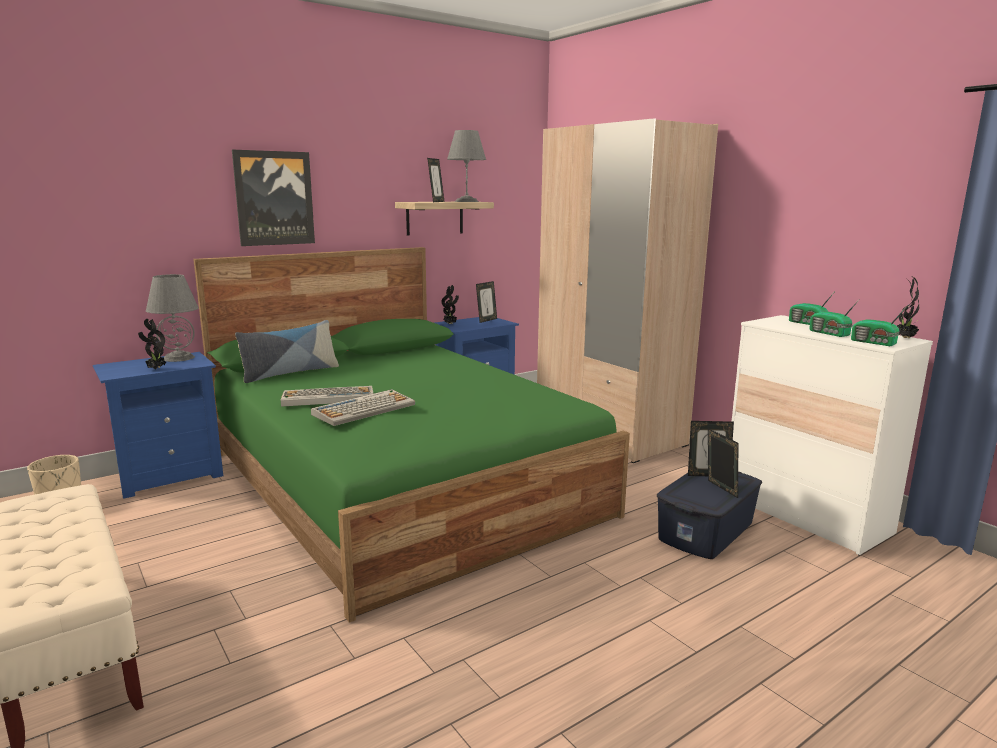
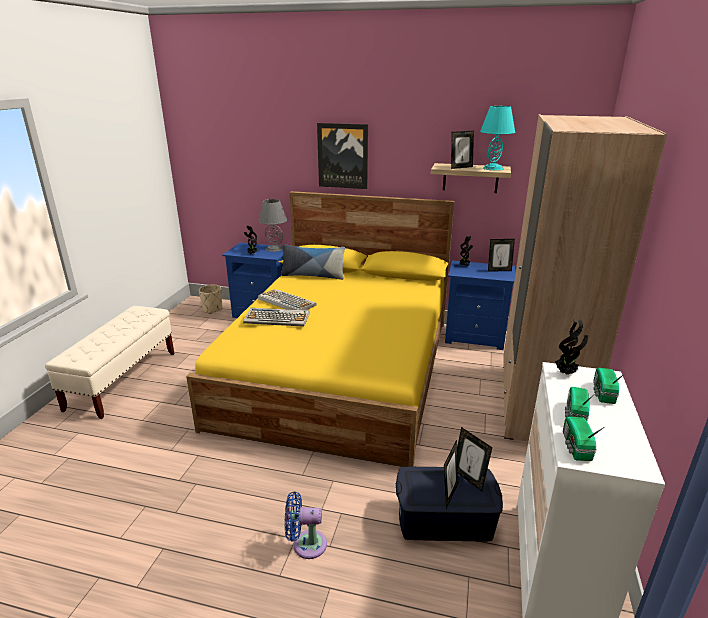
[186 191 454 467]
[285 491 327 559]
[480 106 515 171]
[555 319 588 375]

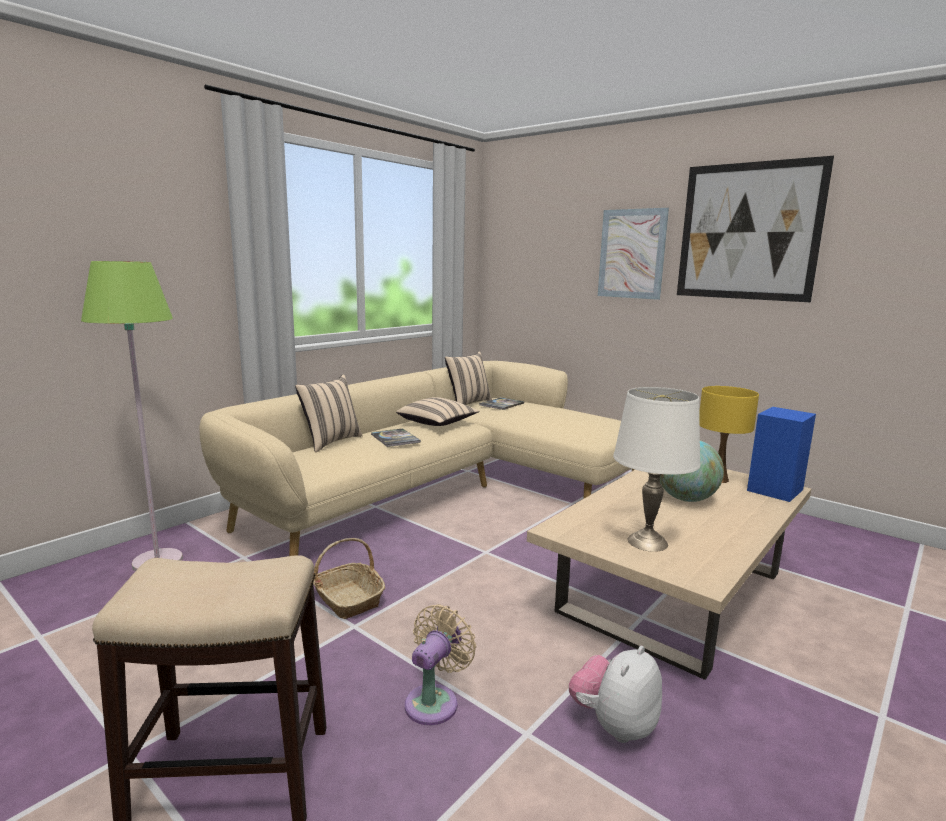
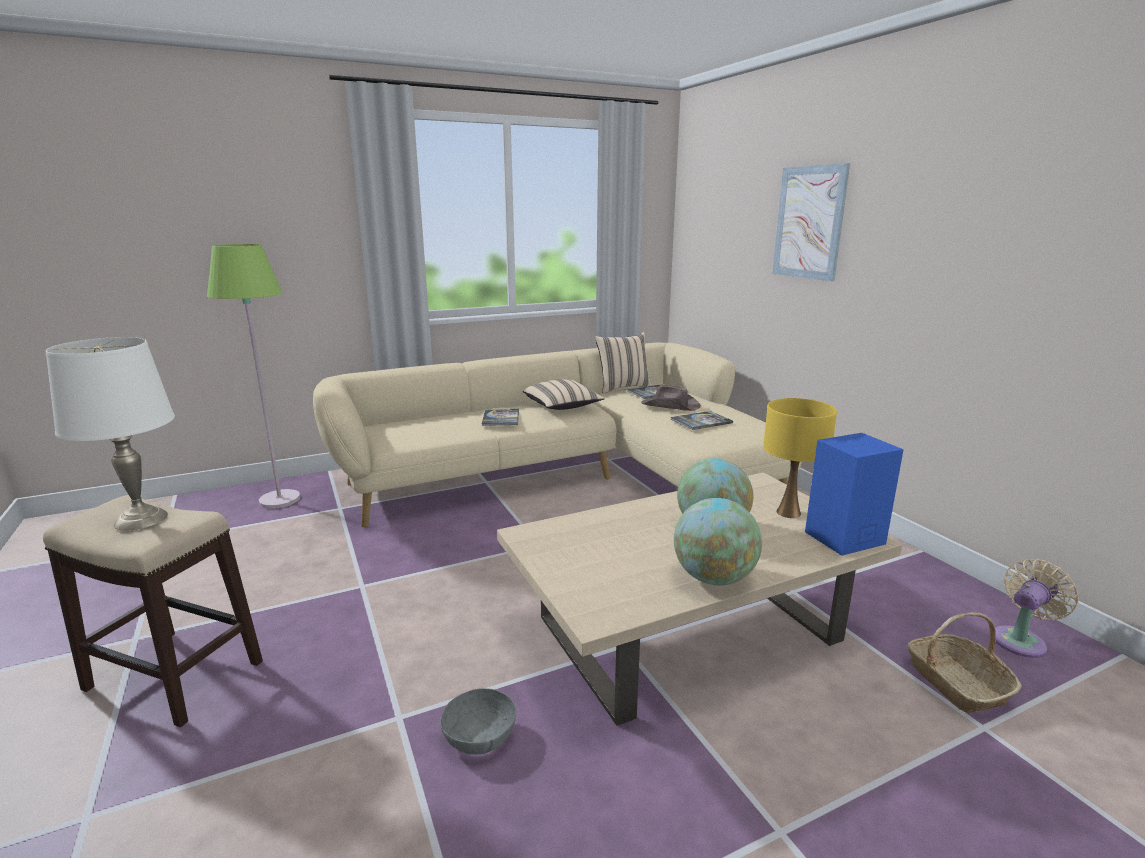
[46 337 175 530]
[440 688 516 755]
[641 385 701 411]
[671 411 733 430]
[674 498 762 585]
[907 612 1022 713]
[995 559 1079 658]
[295 375 363 452] (first image)
[677 156 834 302] (first image)

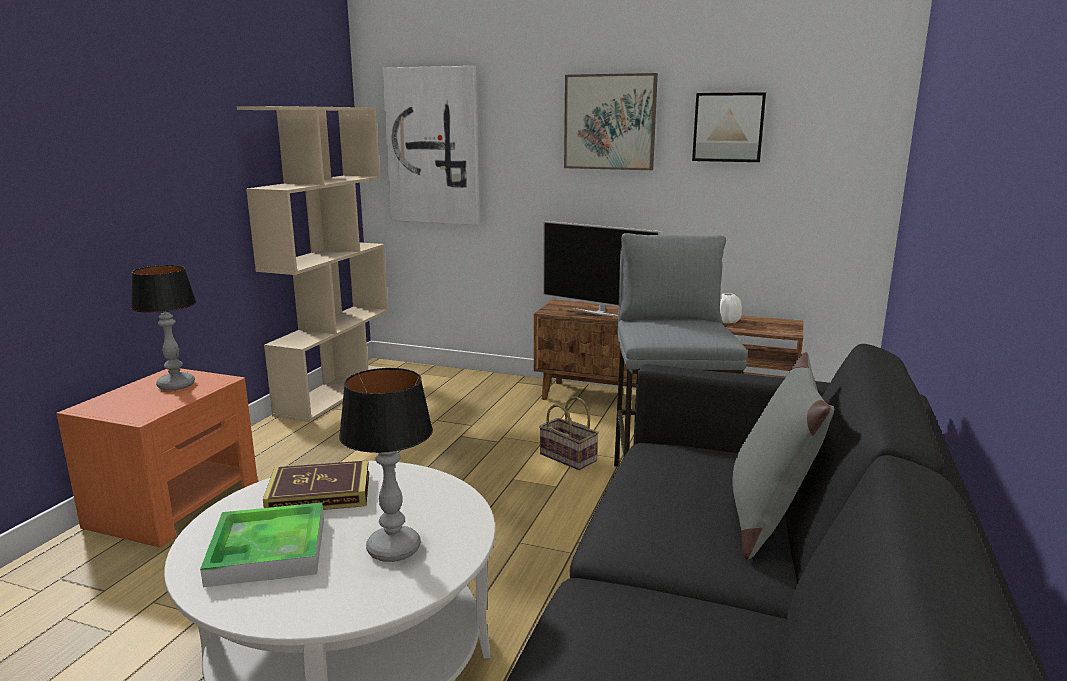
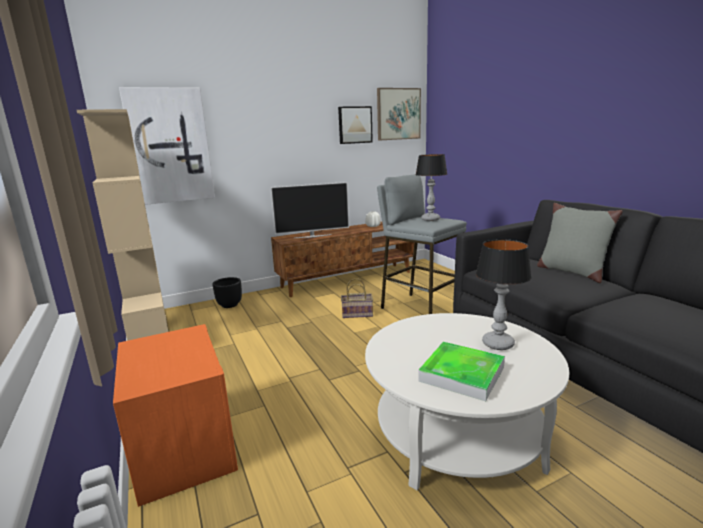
[212 277 242 308]
[377 88 421 140]
[416 154 447 221]
[263 460 369 510] (first image)

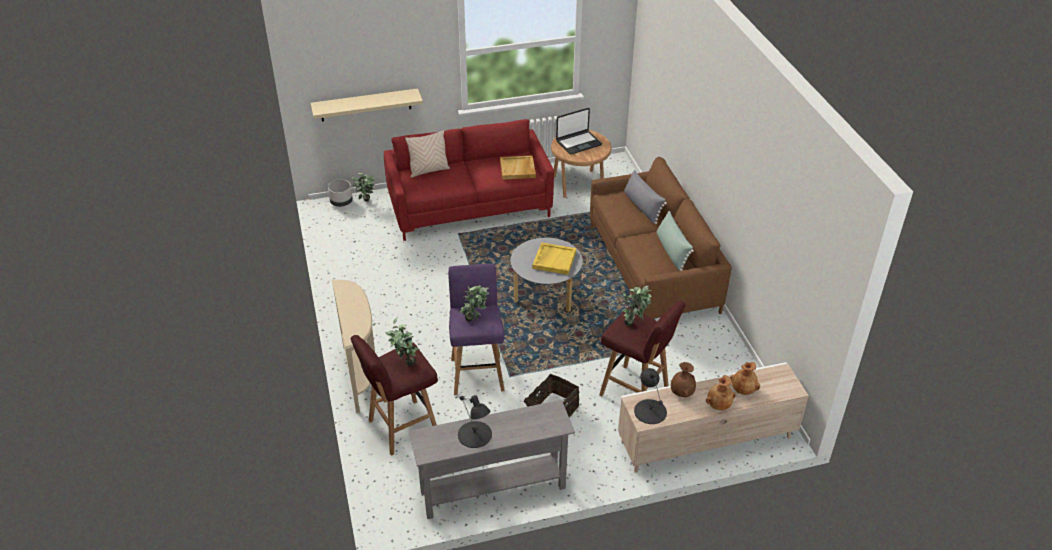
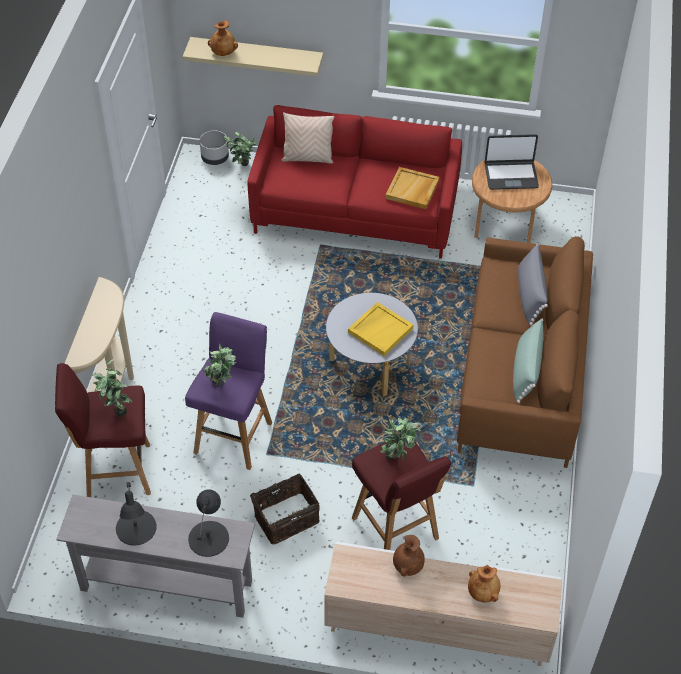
[188 489 229 557]
[208 20 238 56]

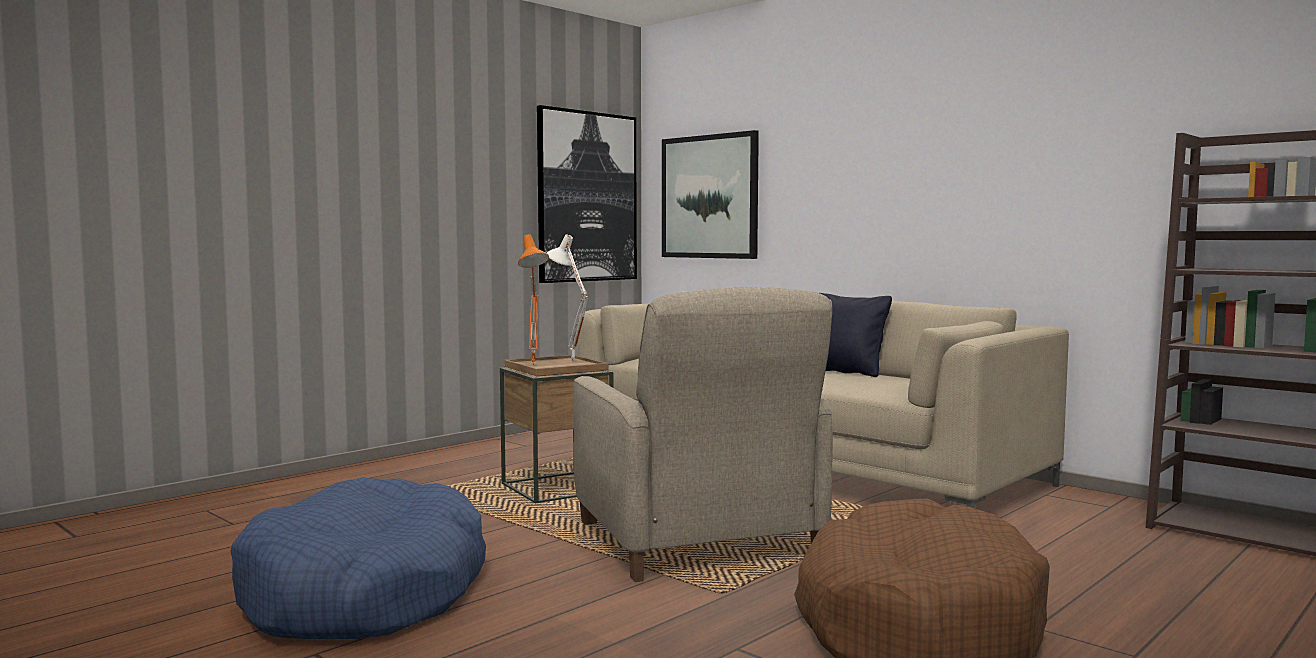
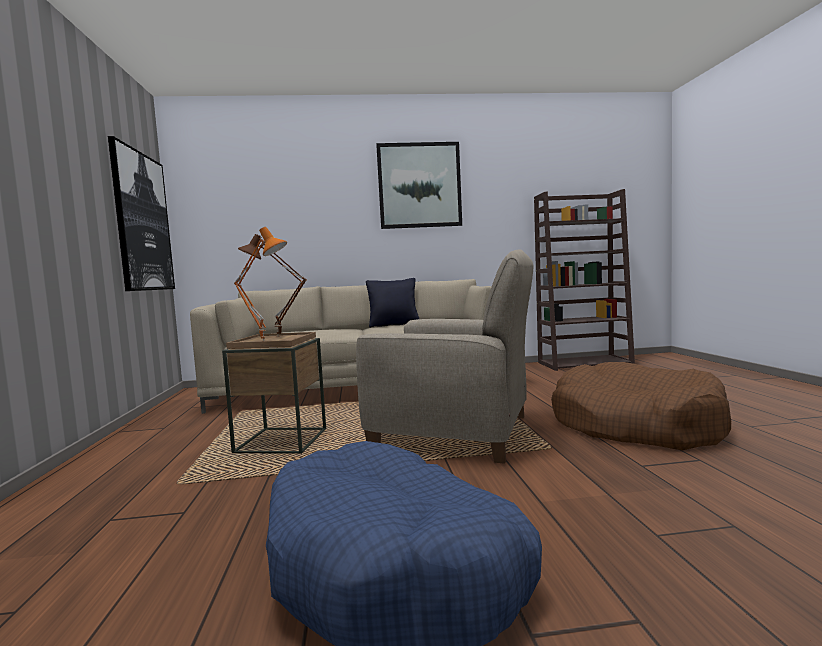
[238 234 307 334]
[376 142 462 229]

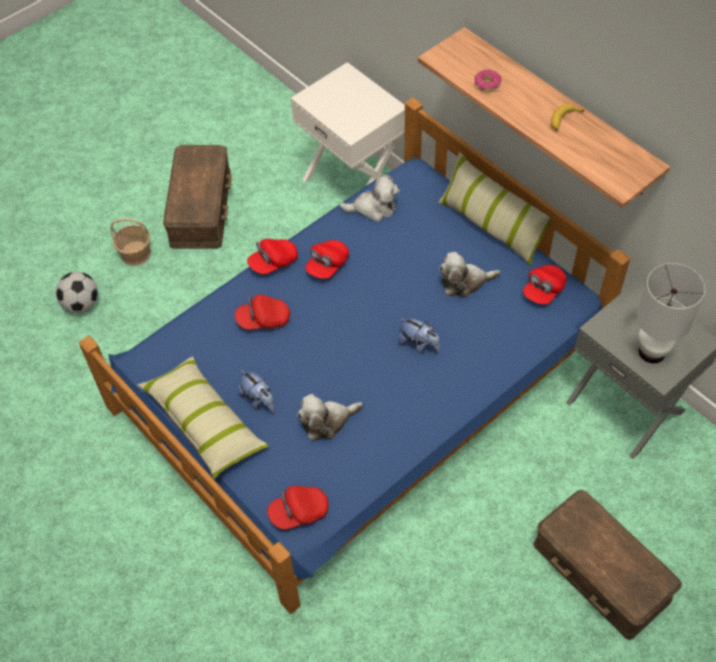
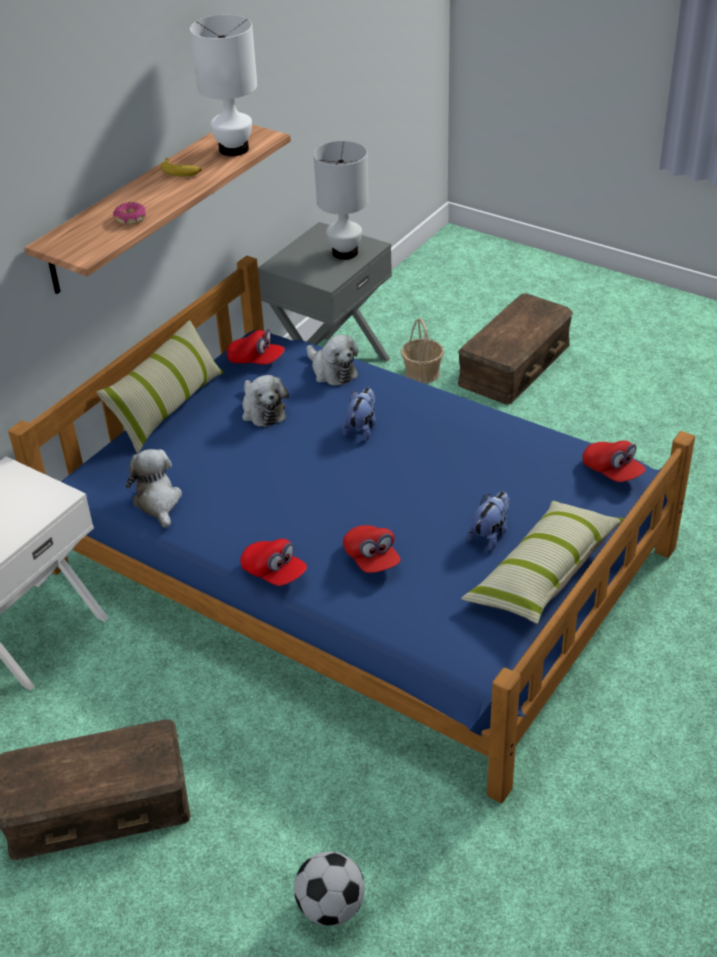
[190 15 257 156]
[306 335 358 386]
[401 318 444 384]
[305 240 349 279] (first image)

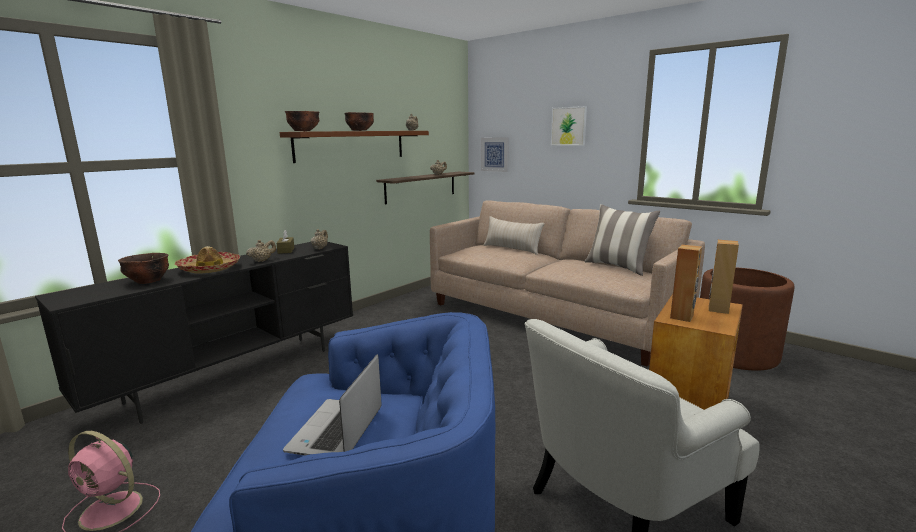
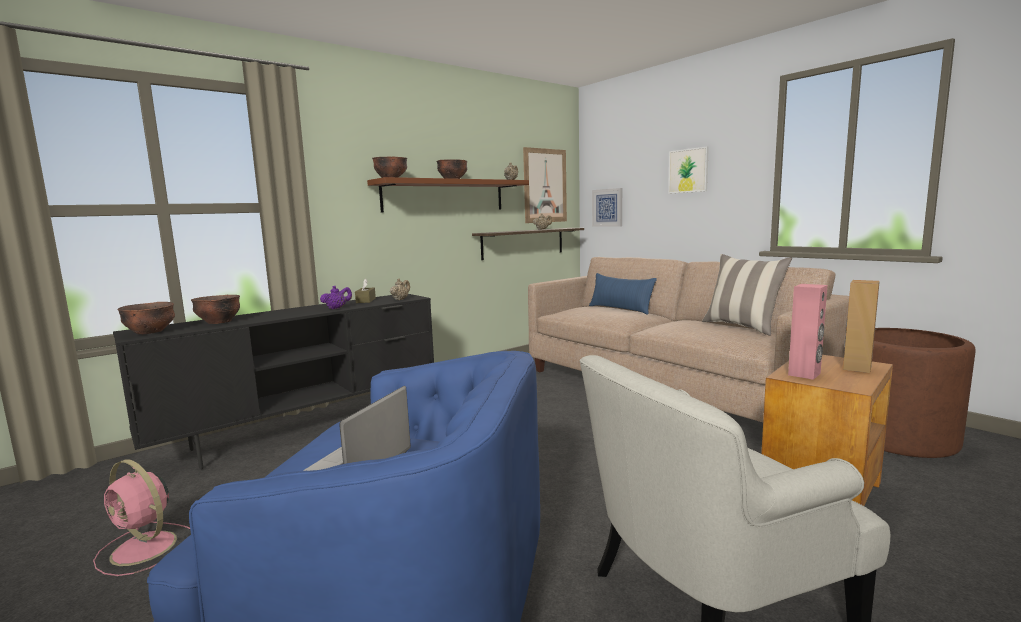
[117 302 175 334]
[320 286 352 309]
[523 147 567 223]
[589 273 657 315]
[788 284 827 380]
[175 246 240 273] (first image)

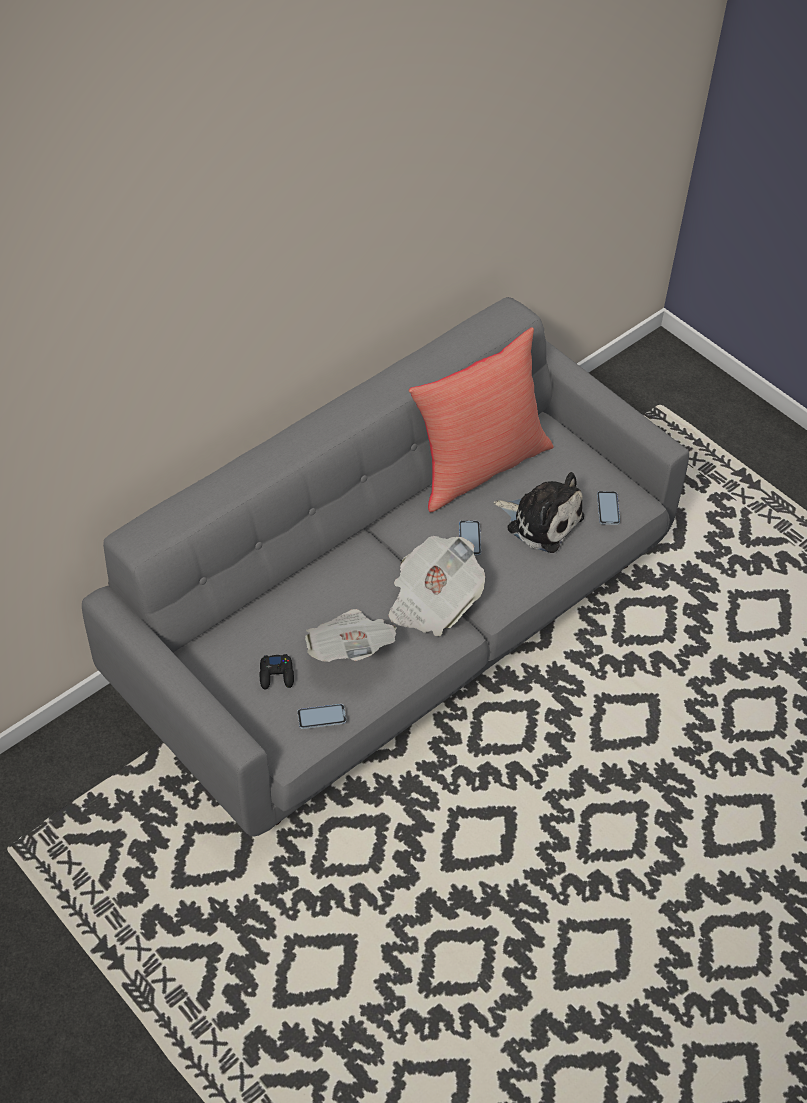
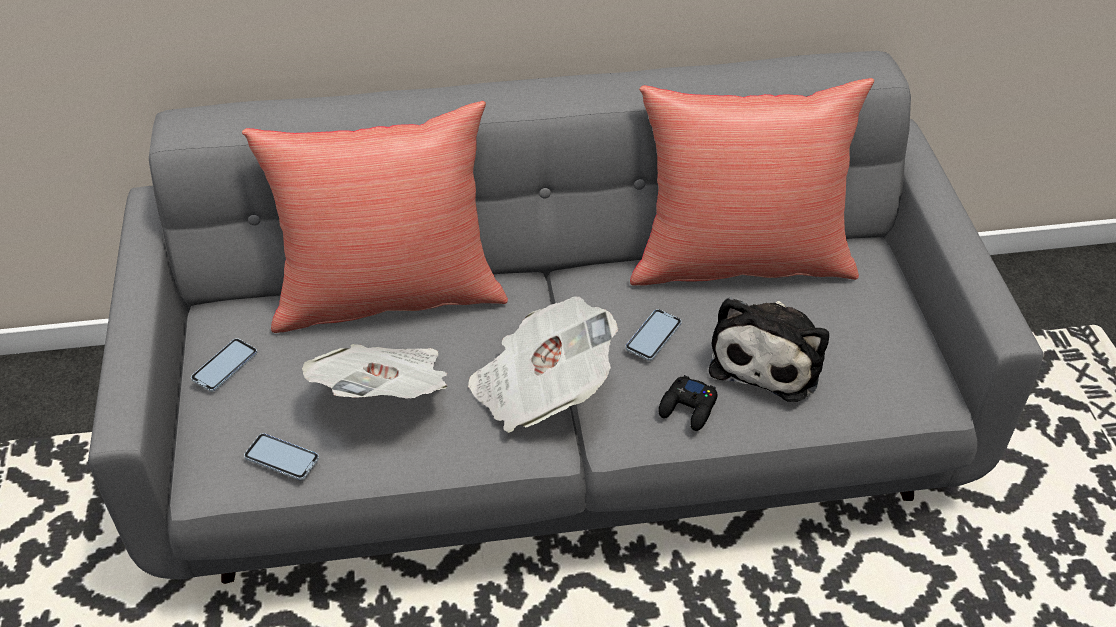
[191 338 257 392]
[242 101 508 333]
[658 375 718 431]
[709 297 829 402]

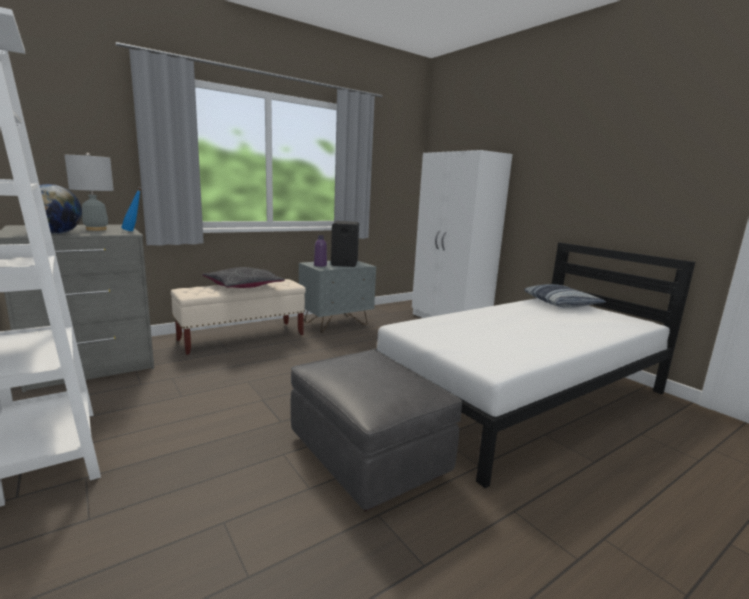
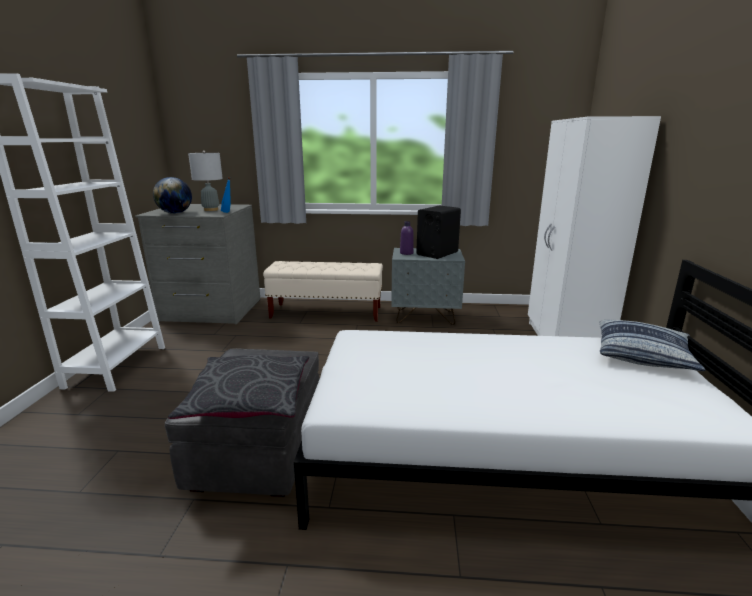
[168 355 309 419]

